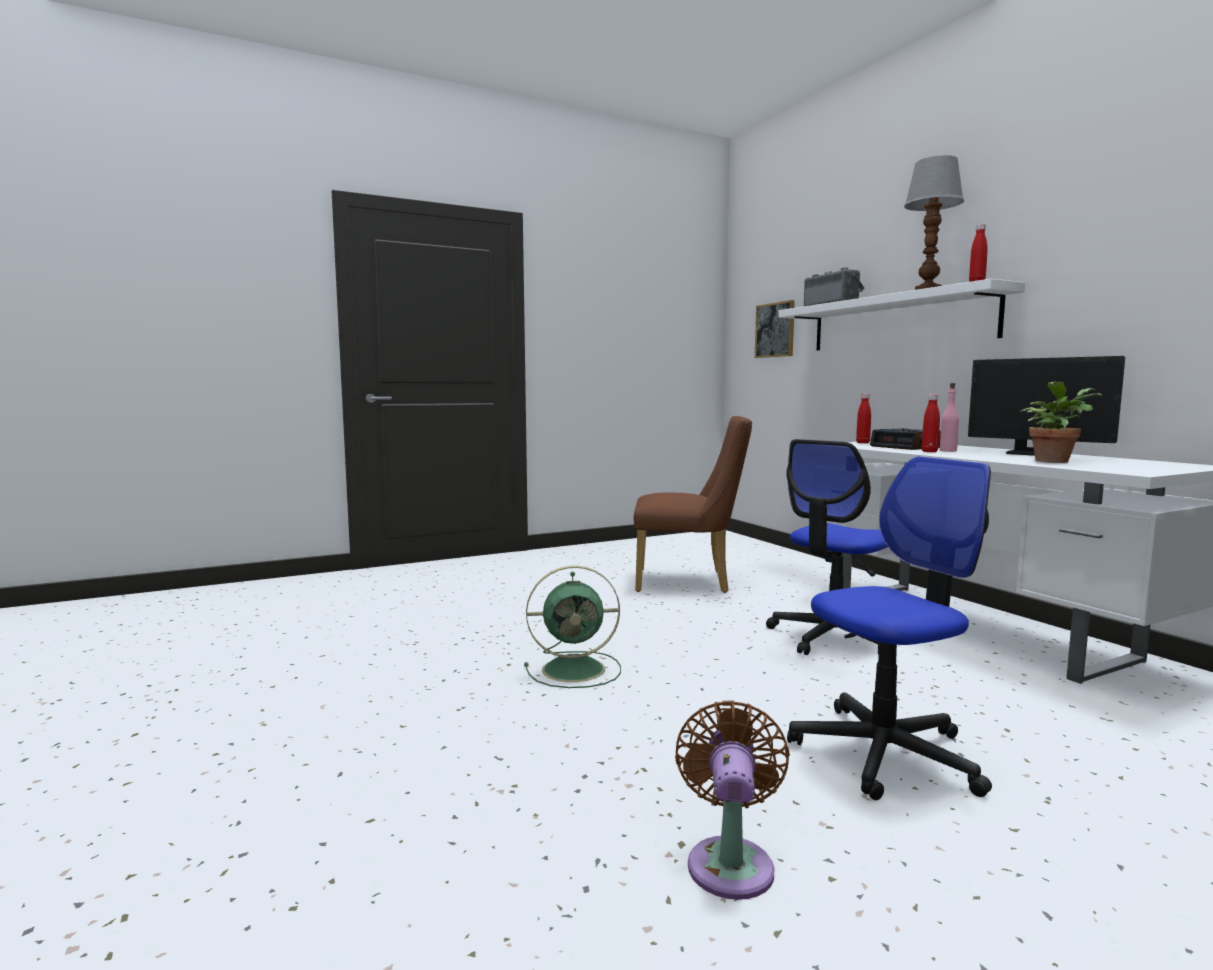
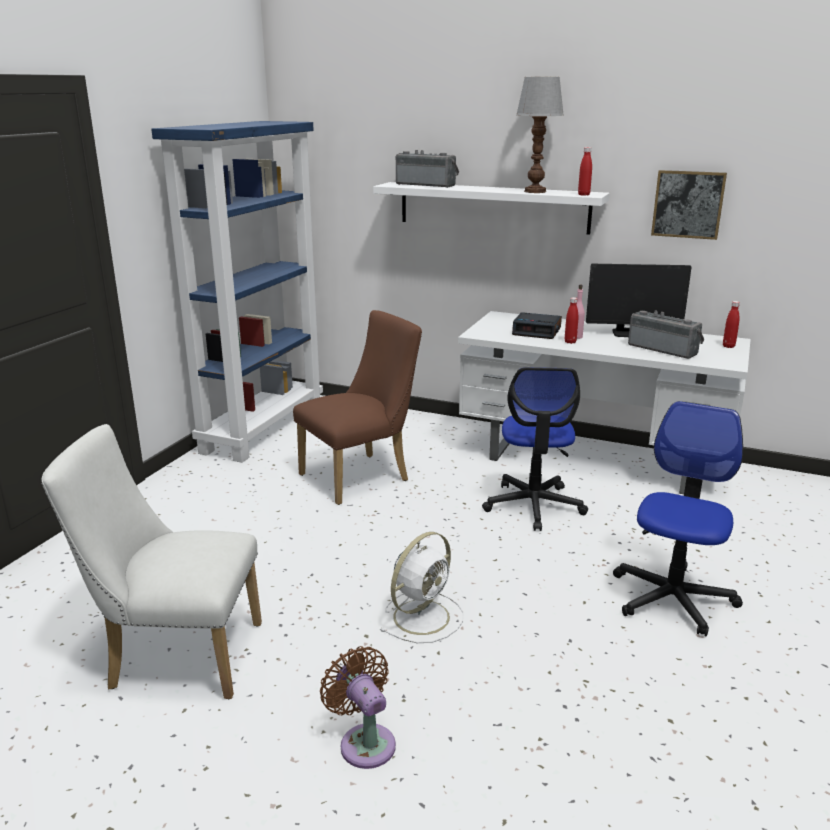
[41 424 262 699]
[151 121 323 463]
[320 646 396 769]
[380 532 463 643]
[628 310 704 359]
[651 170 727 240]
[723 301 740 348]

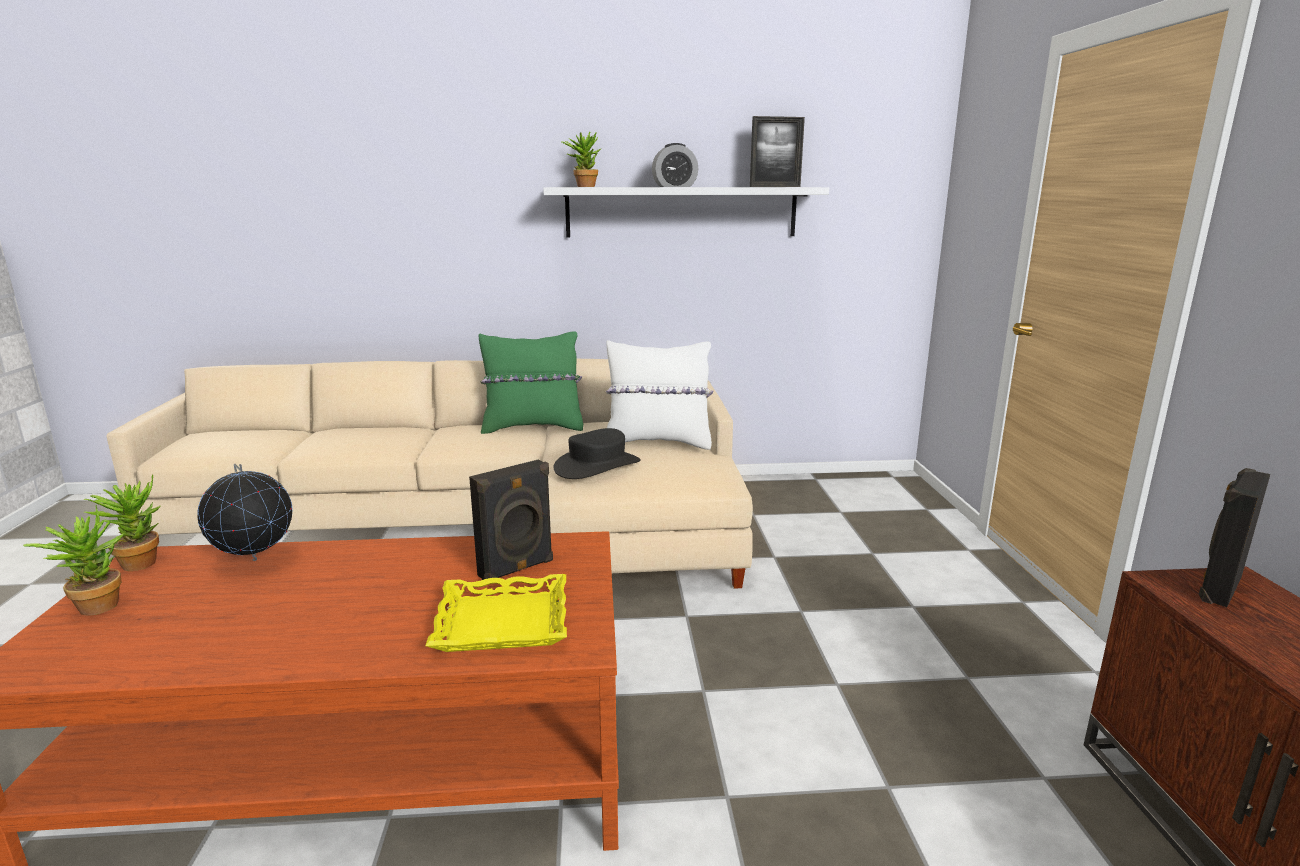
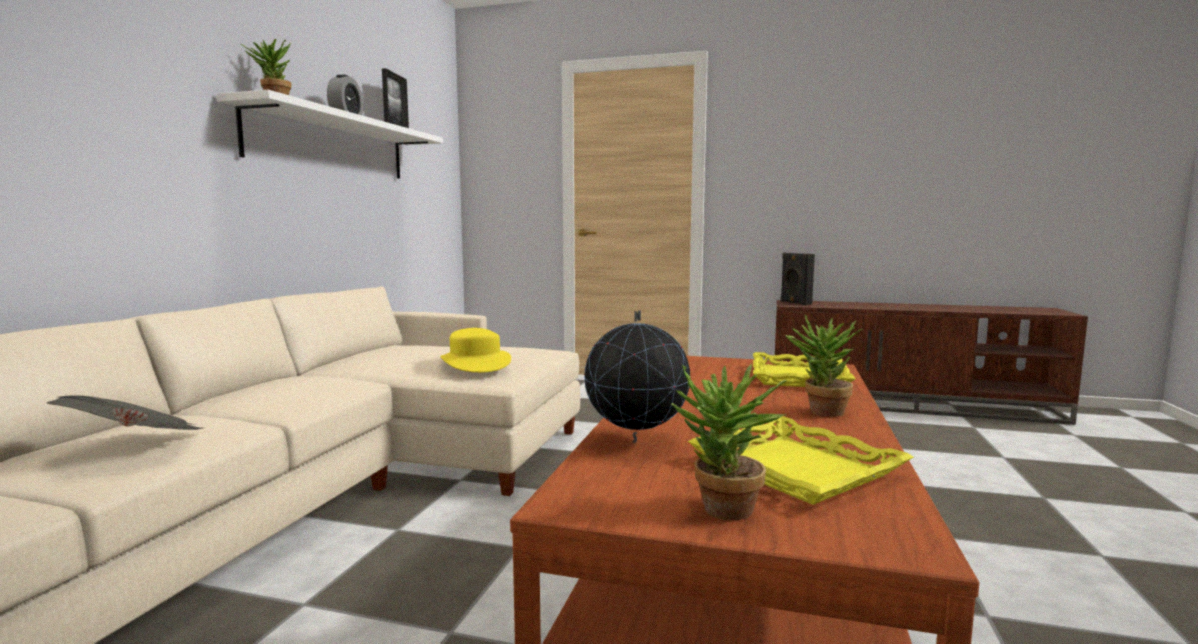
[47 395 203 430]
[440 328 511 373]
[688 416 913 505]
[785 315 863 417]
[469 459 553 580] (first image)
[479 331 583 434] (first image)
[606 340 714 450] (first image)

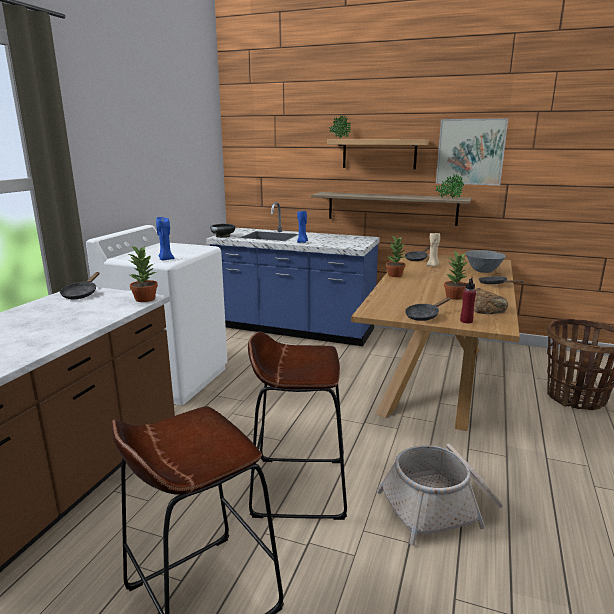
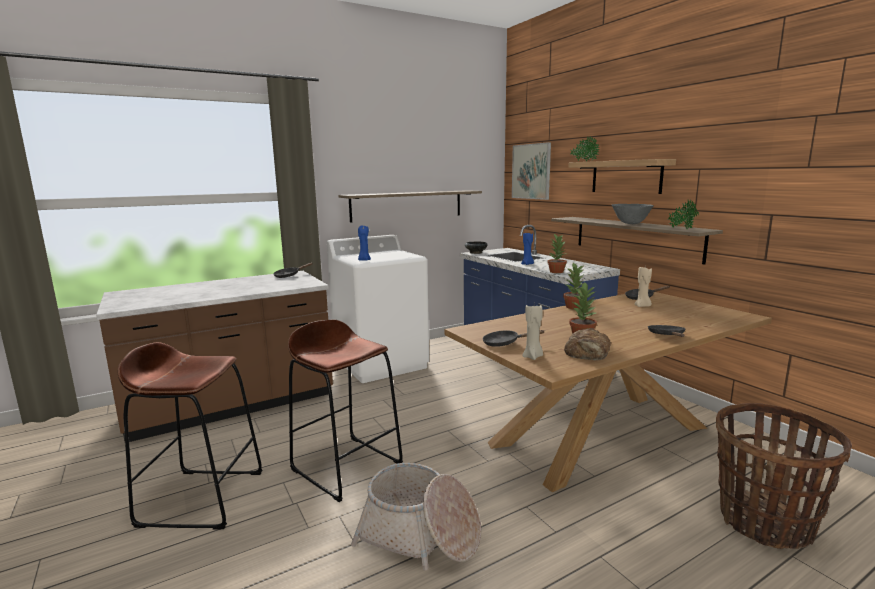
[338 190 482 223]
[512 142 551 200]
[522 305 543 360]
[548 234 568 273]
[612 204 654 224]

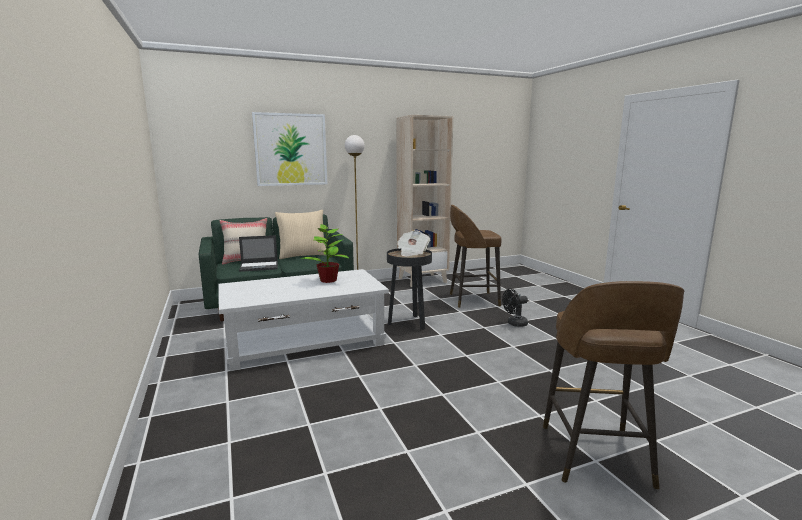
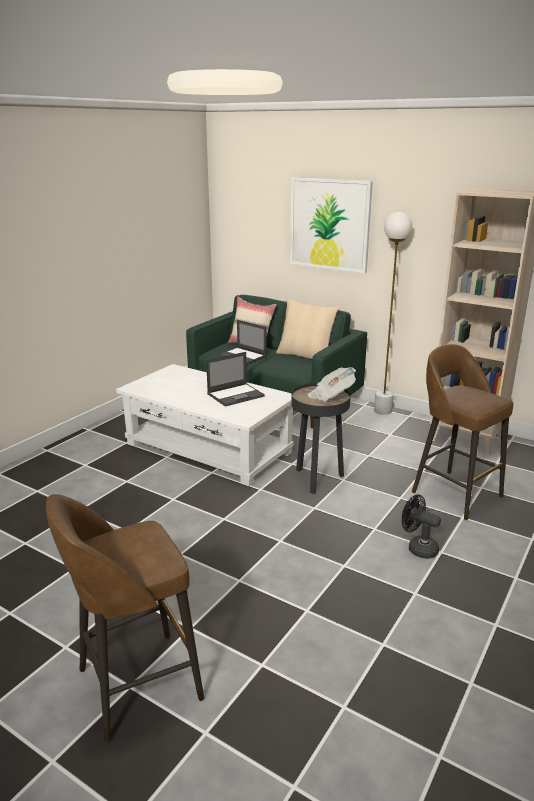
[206 352 265 407]

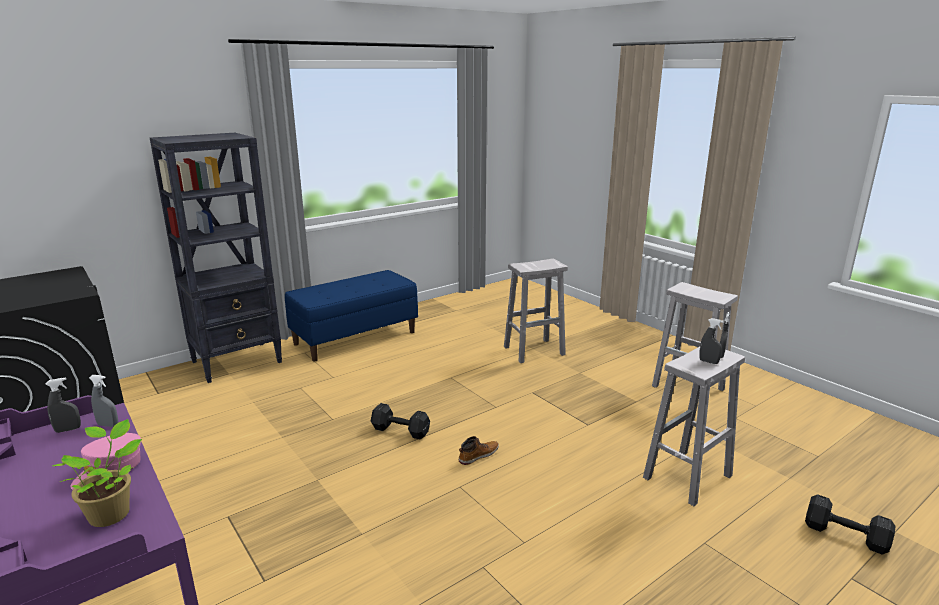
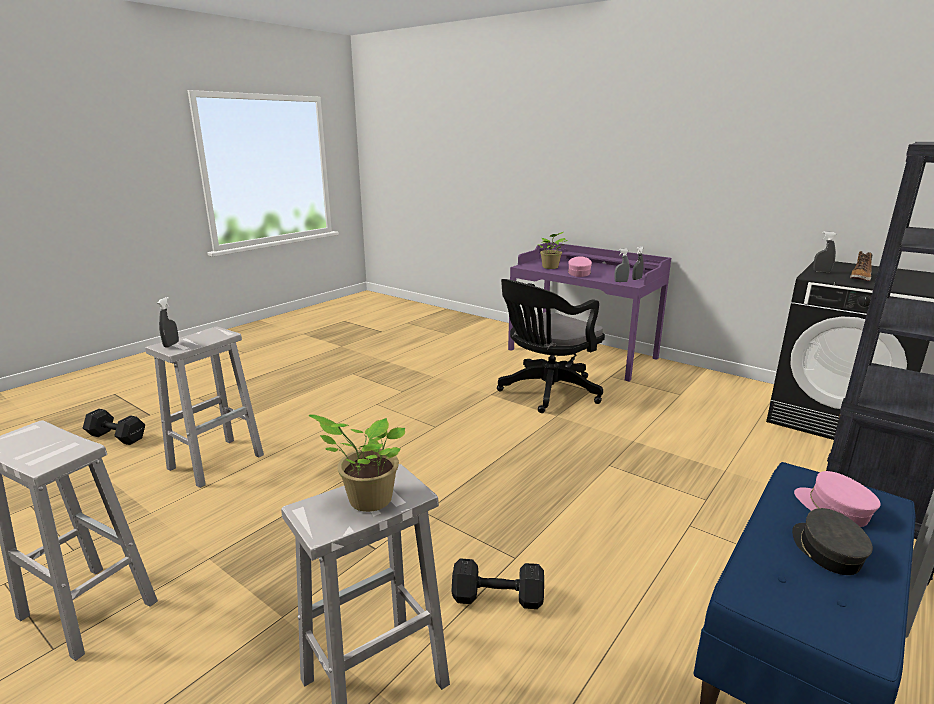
[309 414 405 512]
[451 559 544 609]
[497 279 605 413]
[792 508 873 575]
[794 471 880 527]
[813 231 837 273]
[850 251 872 281]

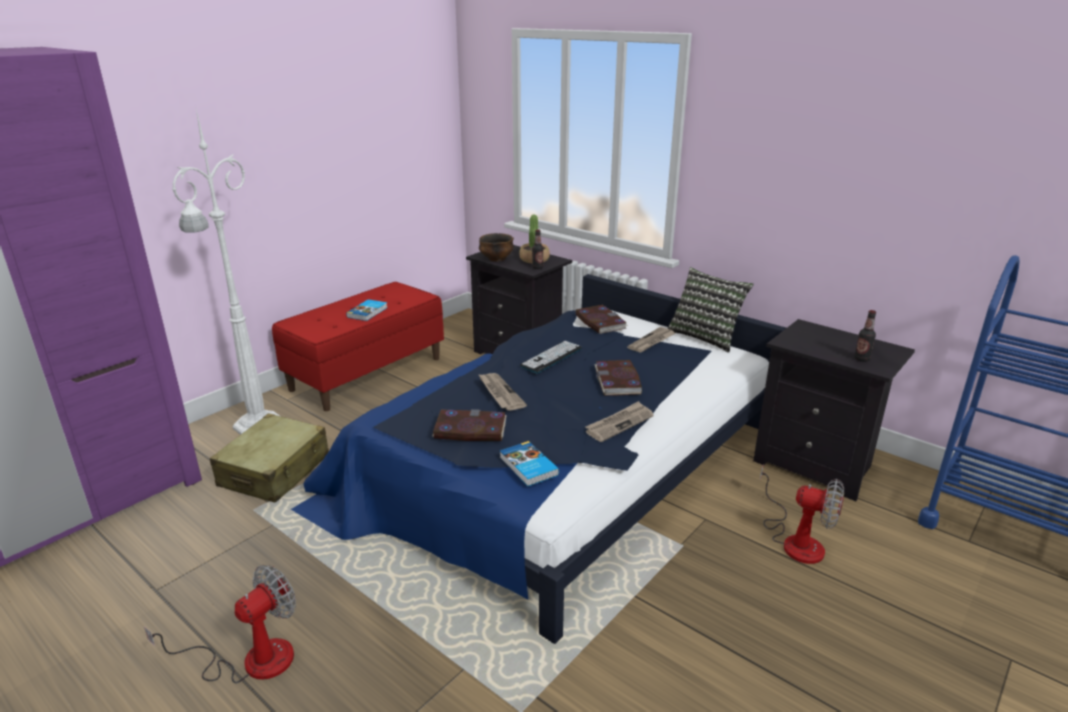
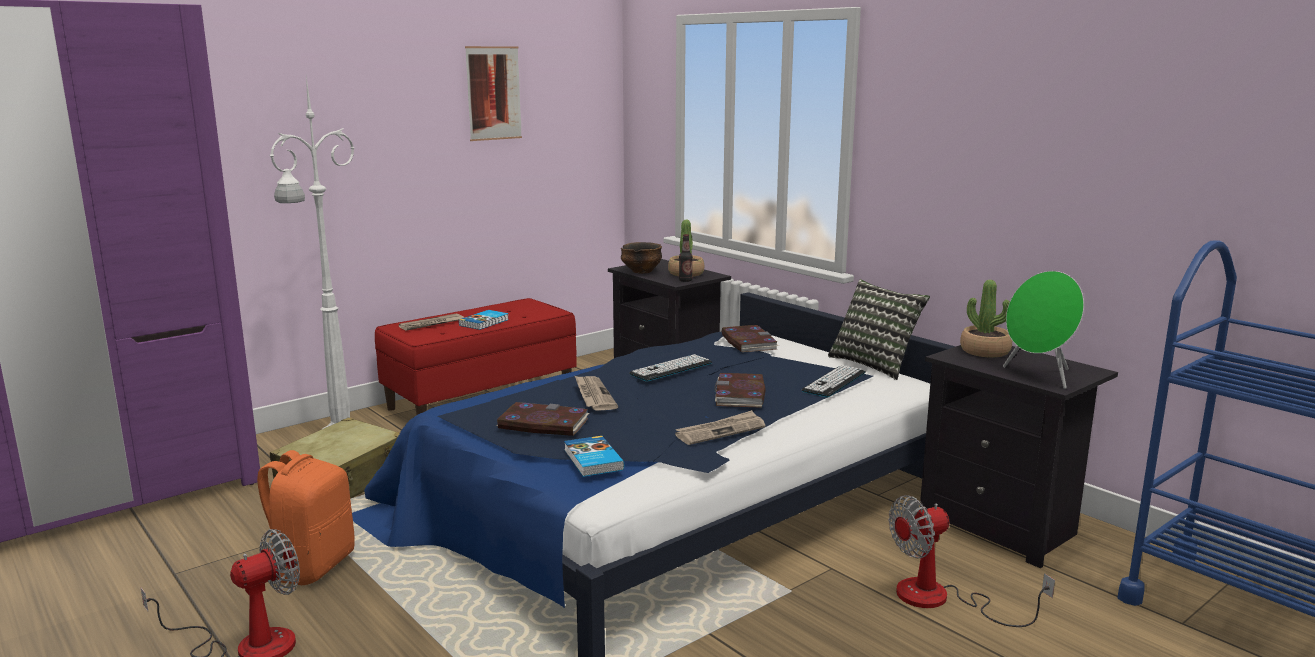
[257 450 355 585]
[399 314 464 331]
[465 46 522 141]
[802 365 866 397]
[888 495 1055 627]
[960 280 1012 358]
[1003 271 1084 389]

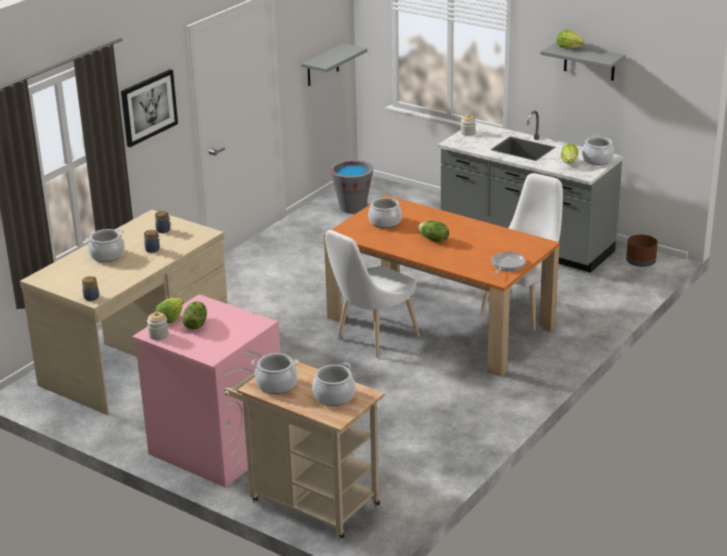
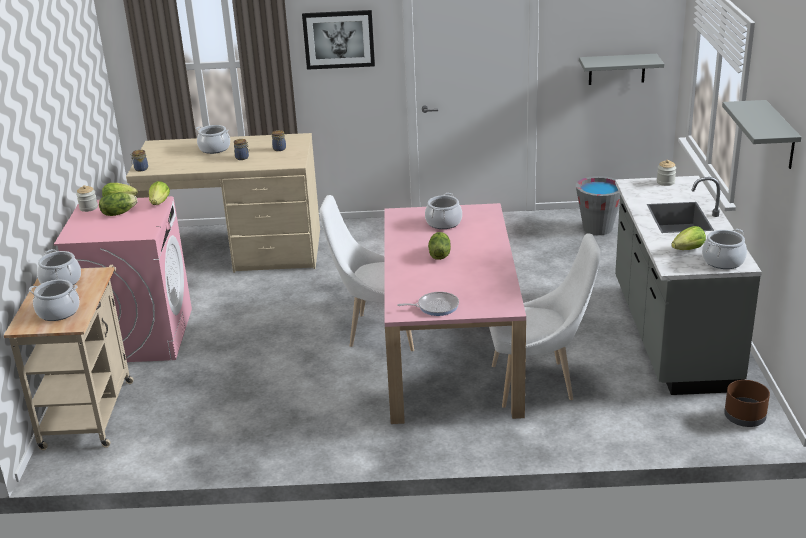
[149 181 170 205]
[385 203 526 424]

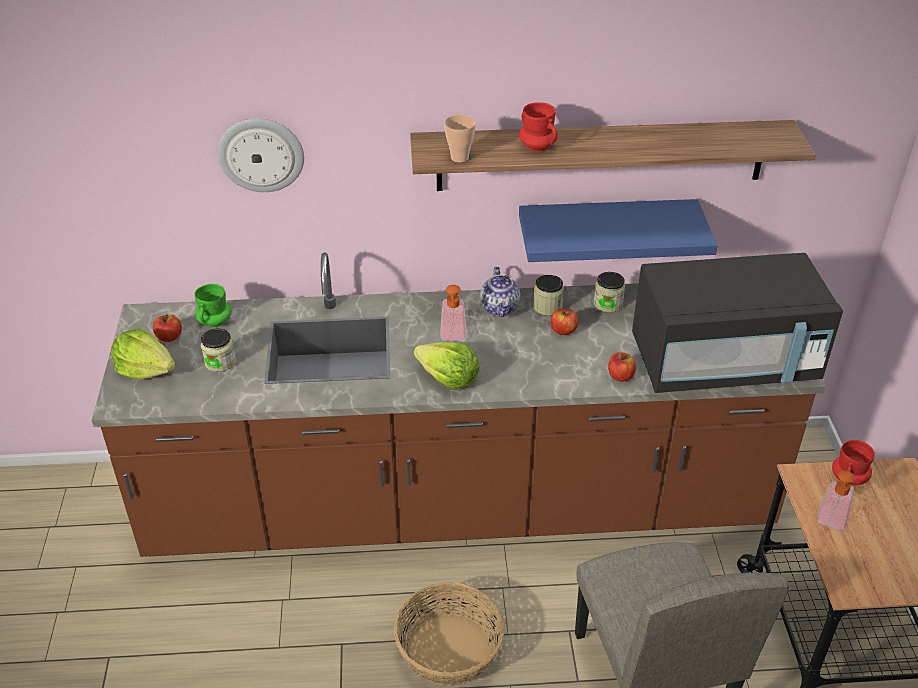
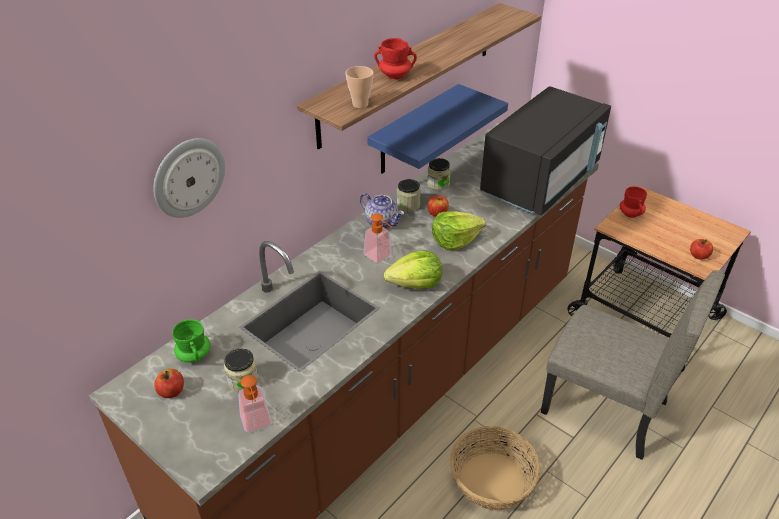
[238 375 272 433]
[432 211 486 251]
[690 239 713 259]

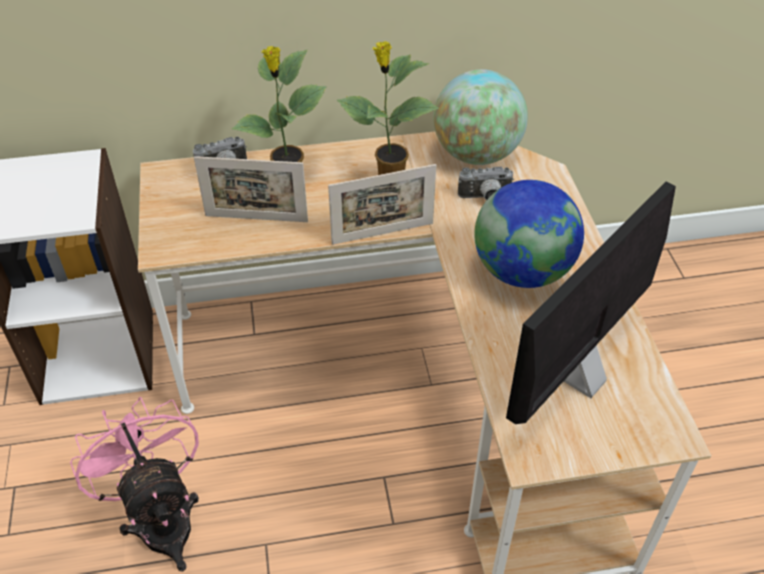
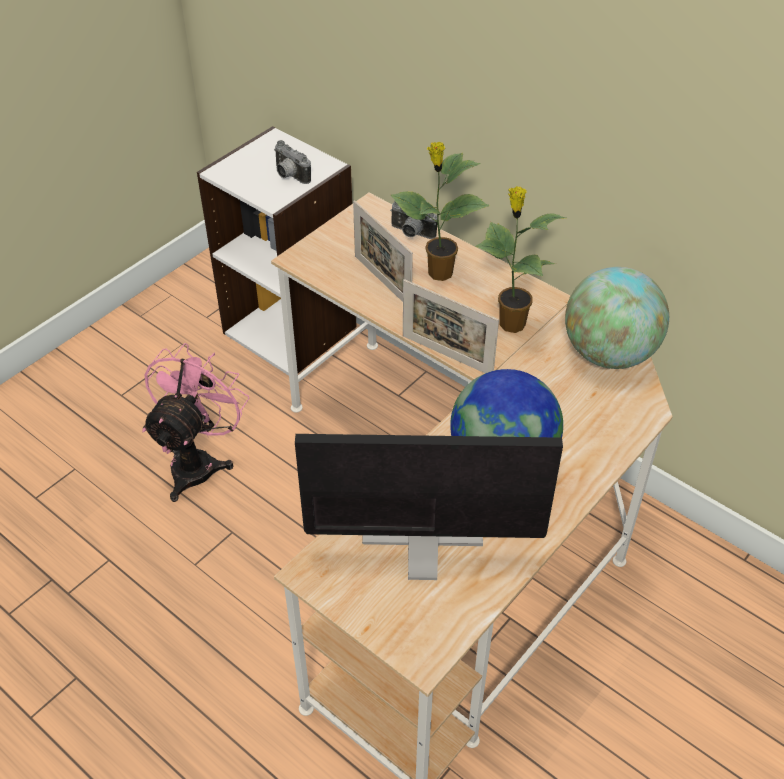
[274 140 311 184]

